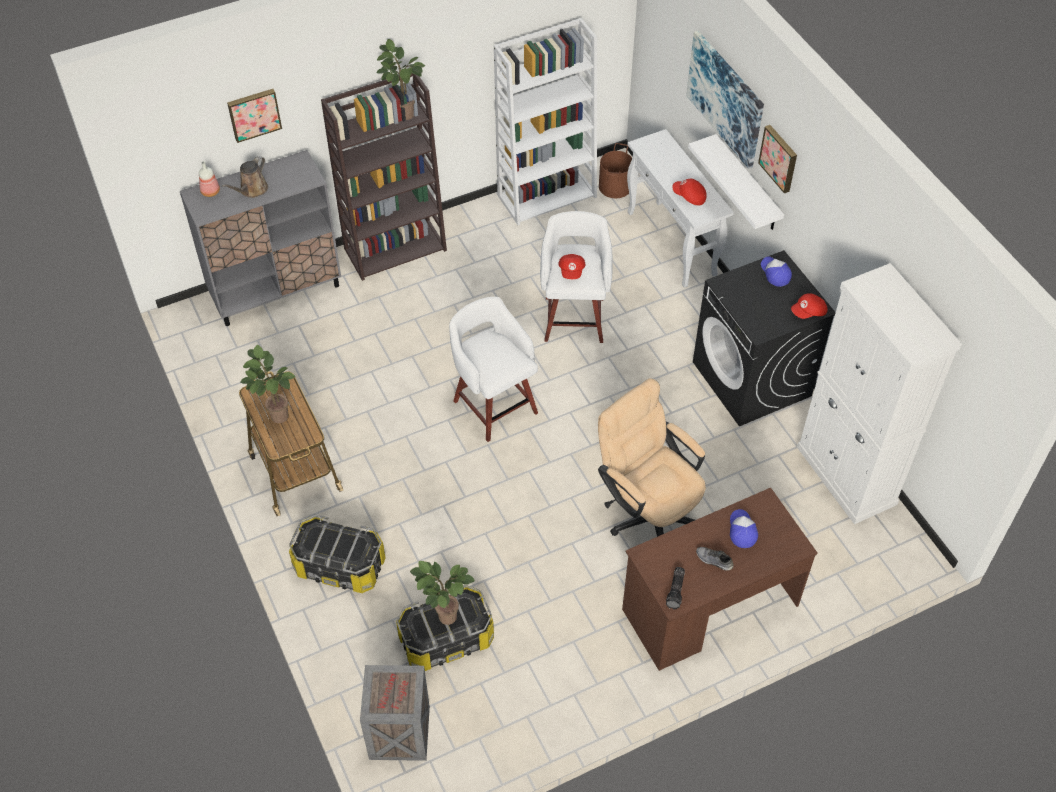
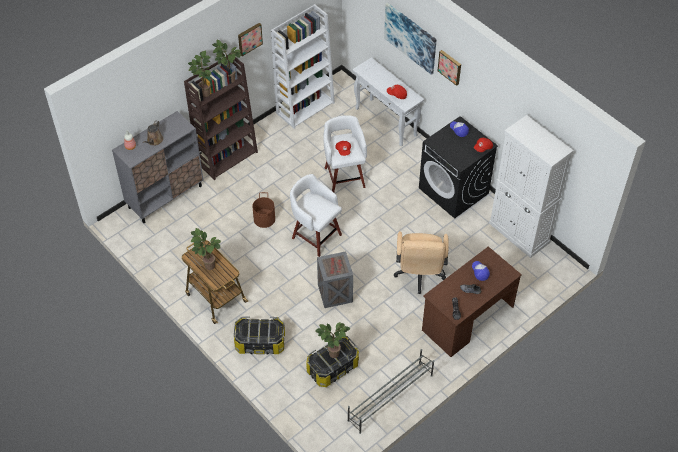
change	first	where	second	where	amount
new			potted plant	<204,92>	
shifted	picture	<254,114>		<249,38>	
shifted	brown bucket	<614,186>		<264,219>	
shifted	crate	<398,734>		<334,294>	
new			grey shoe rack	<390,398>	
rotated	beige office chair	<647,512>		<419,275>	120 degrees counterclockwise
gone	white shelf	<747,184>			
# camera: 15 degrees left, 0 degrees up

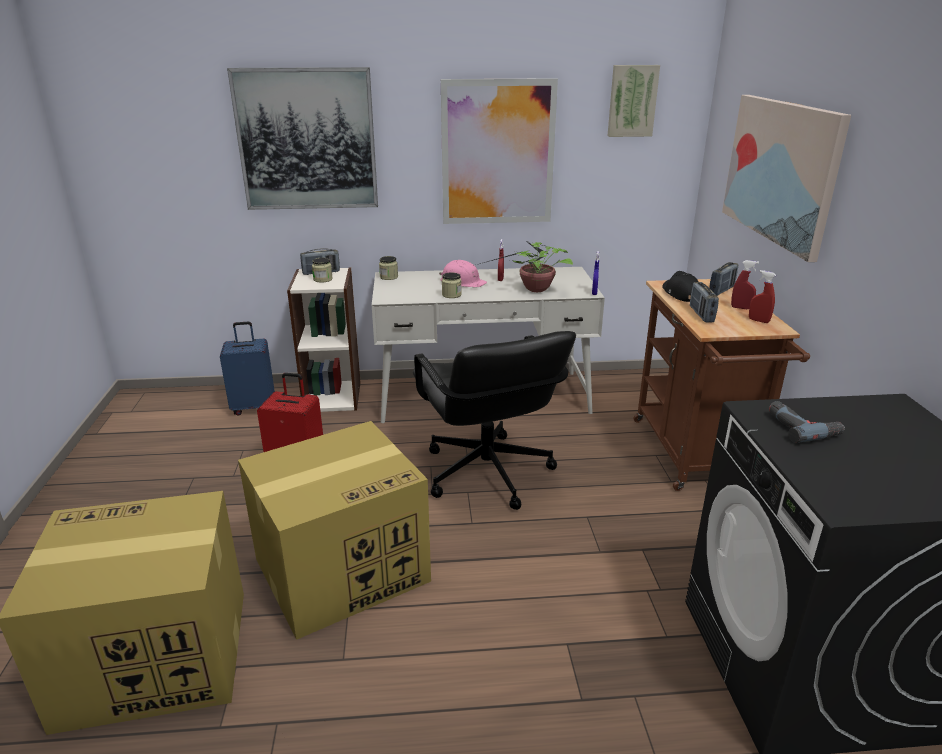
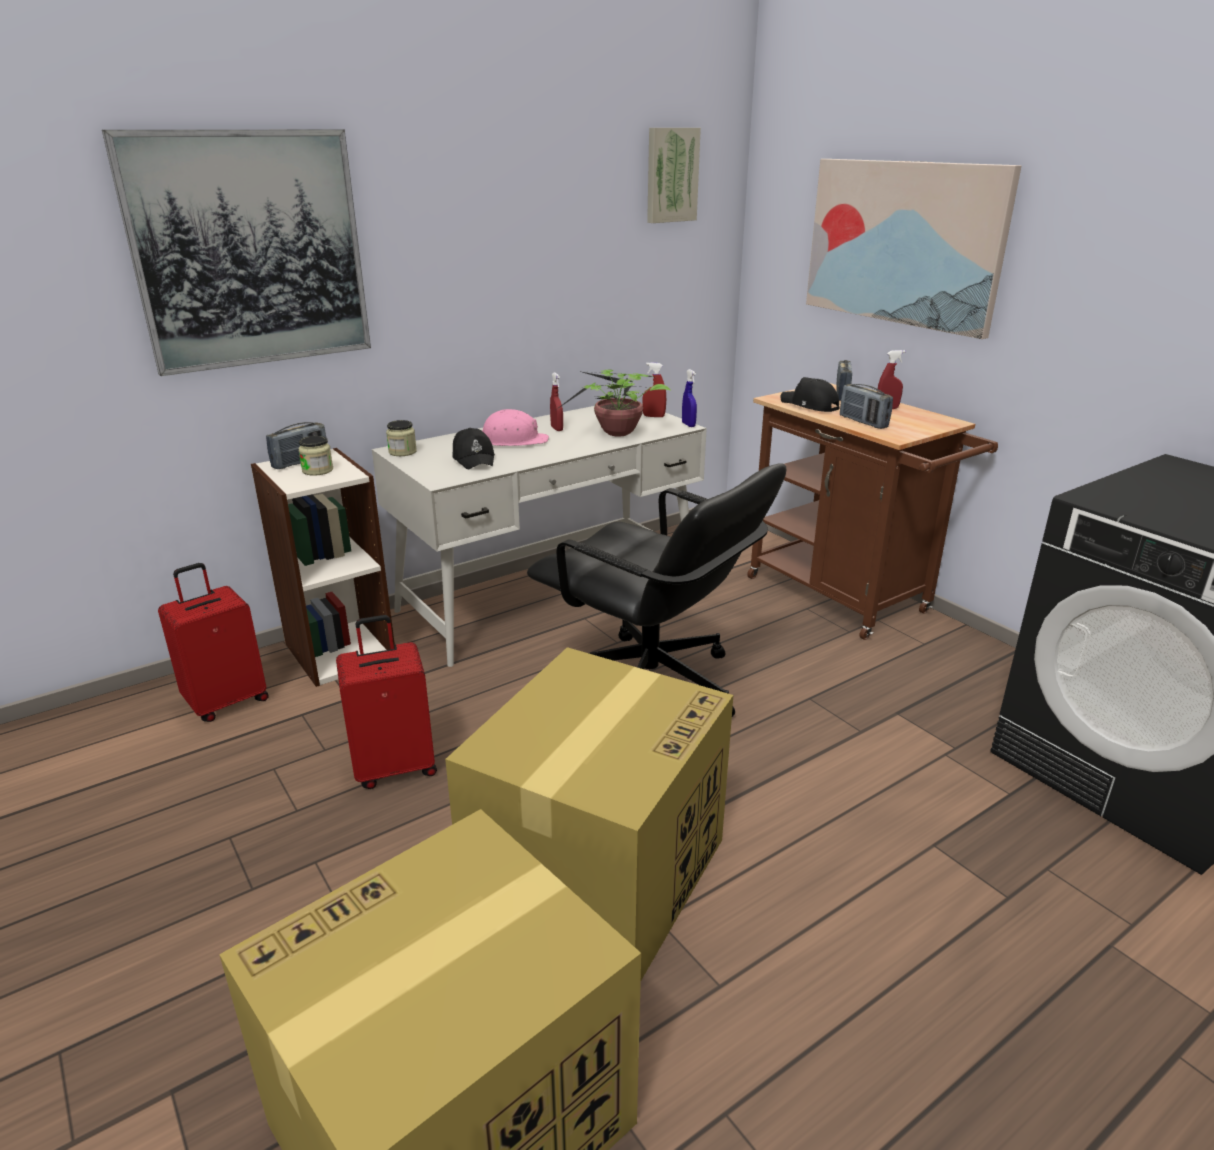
change	first	where	second	where	amount
repainted	blue suitcase	<254,407>	red suitcase	<226,701>	
new			black cap	<474,459>	
shifted	red spray bottle	<758,321>		<653,416>	
gone	picture	<497,153>			
gone	jar	<451,295>			
gone	power drill	<801,427>			
# camera: 30 degrees left, 0 degrees up

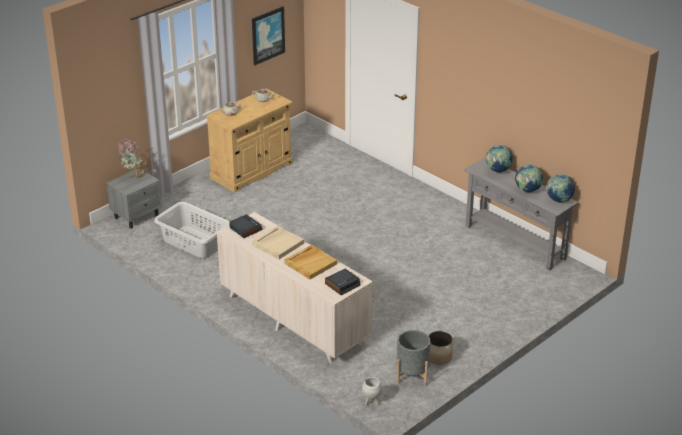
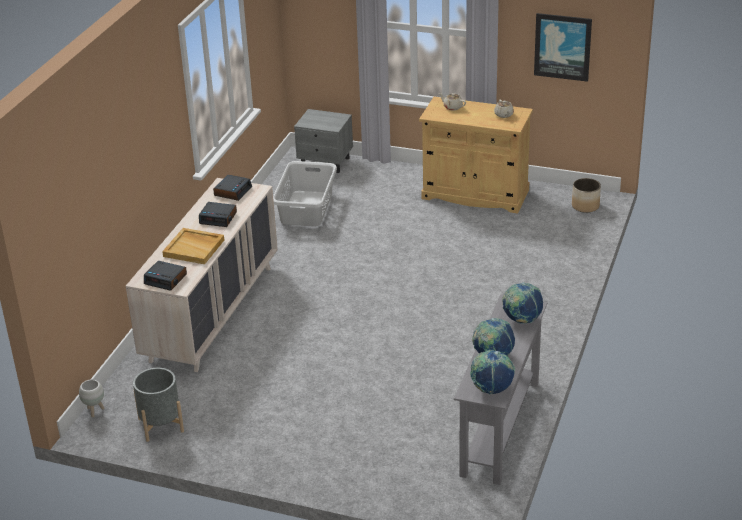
change	first	where	second	where	amount
swapped	beige tray	<278,244>	alarm clock	<218,218>	
shifted	planter	<439,357>		<585,206>	
gone	potted plant	<133,178>			
# camera: 65 degrees right, 0 degrees up

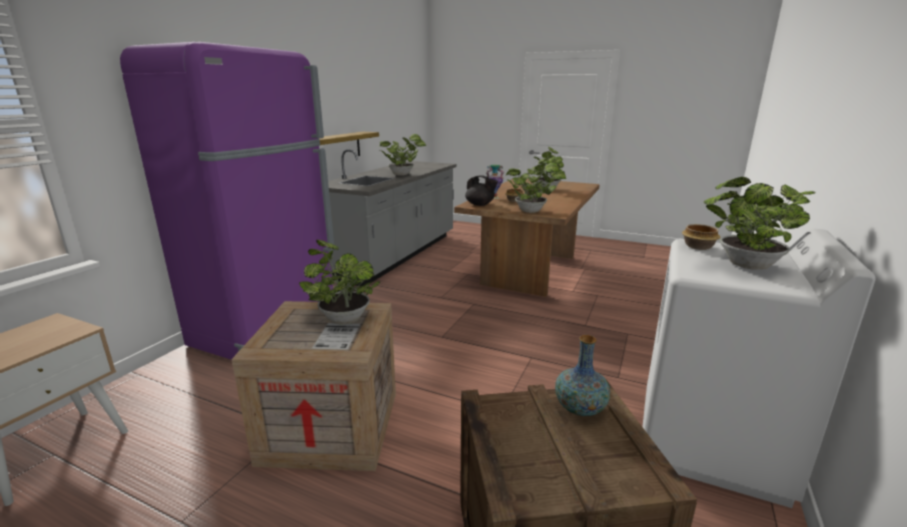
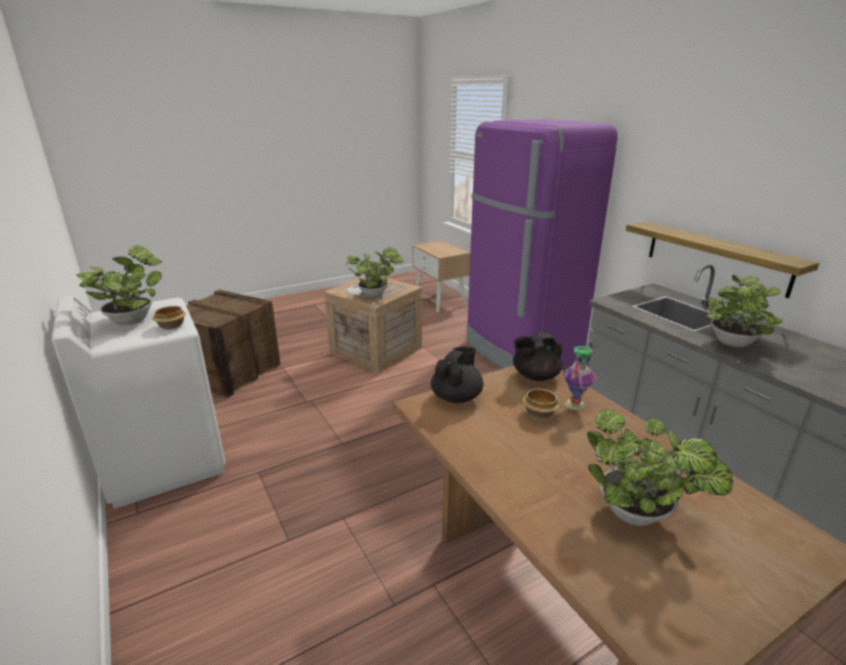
change	first	where	second	where	amount
swapped	potted plant	<532,211>	black teapot	<456,397>	
gone	vase	<580,408>			
# camera: 125 degrees right, 5 degrees up

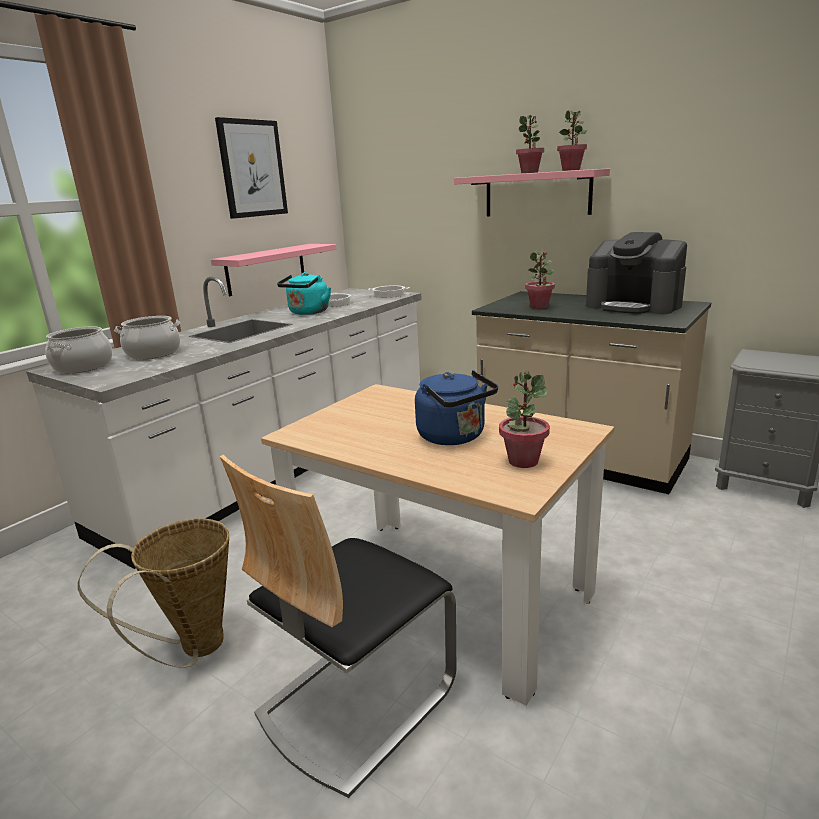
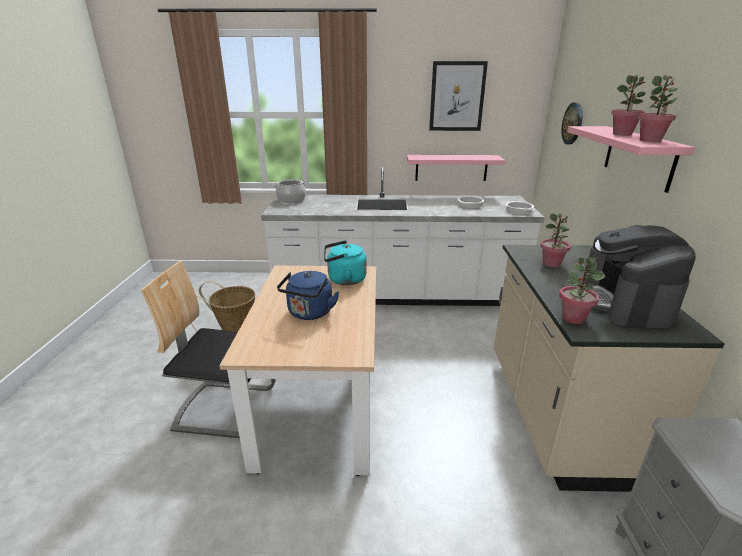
change	first	where	second	where	amount
shifted	turquoise kettle	<308,313>		<344,279>	
shifted	potted plant	<523,461>		<573,318>	
new			wall clock	<573,123>	
gone	cooking pot	<153,353>			
# camera: 55 degrees right, 5 degrees up

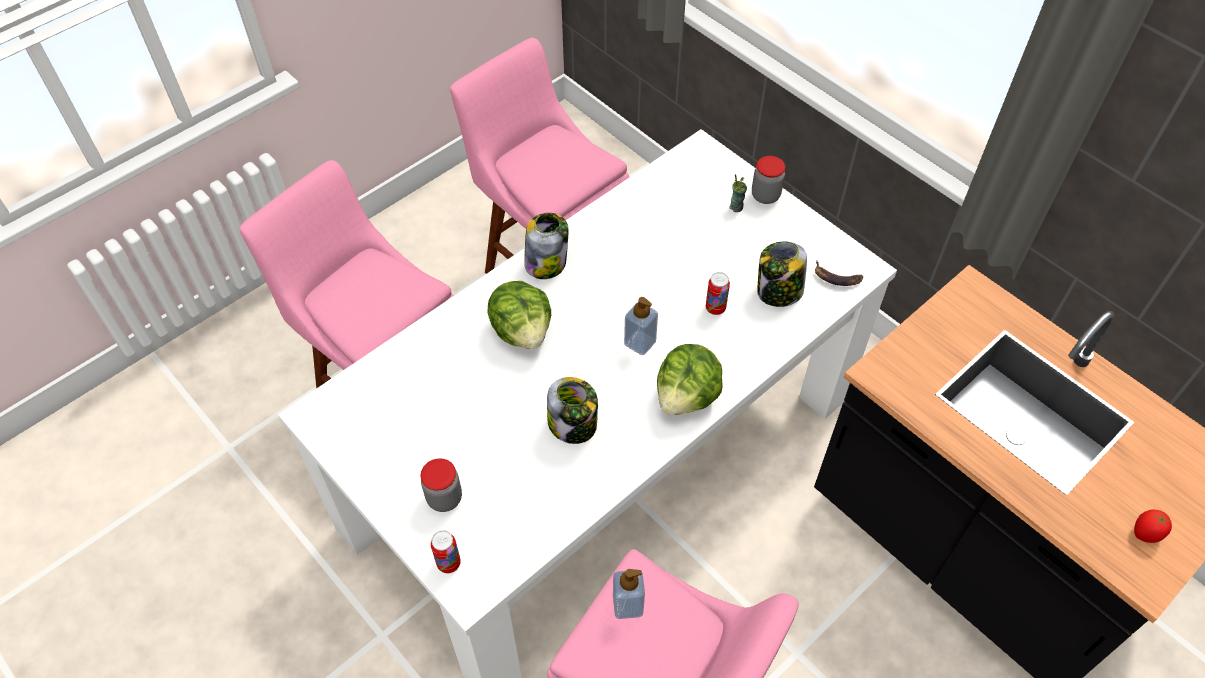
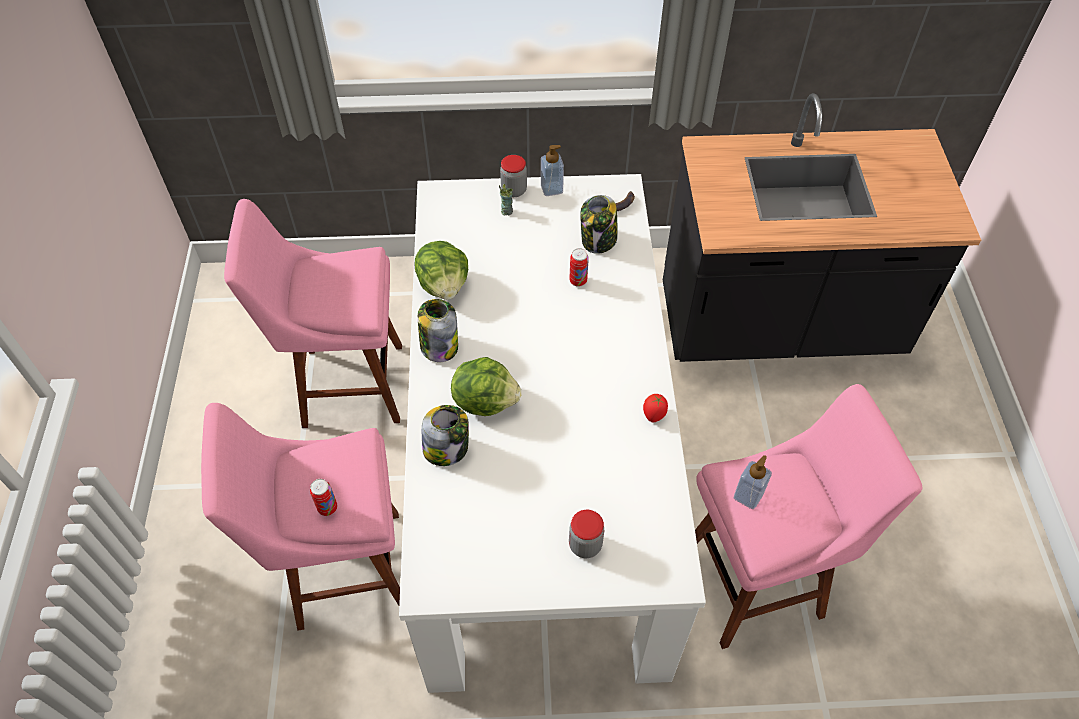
change	first	where	second	where	amount
shifted	can	<448,563>		<327,508>	
shifted	lettuce	<687,396>		<444,285>	
shifted	jar	<573,425>		<447,448>	
shifted	soap dispenser	<640,343>		<551,189>	
shifted	tomato	<1145,534>		<654,415>	
# camera: 50 degrees left, 0 degrees up

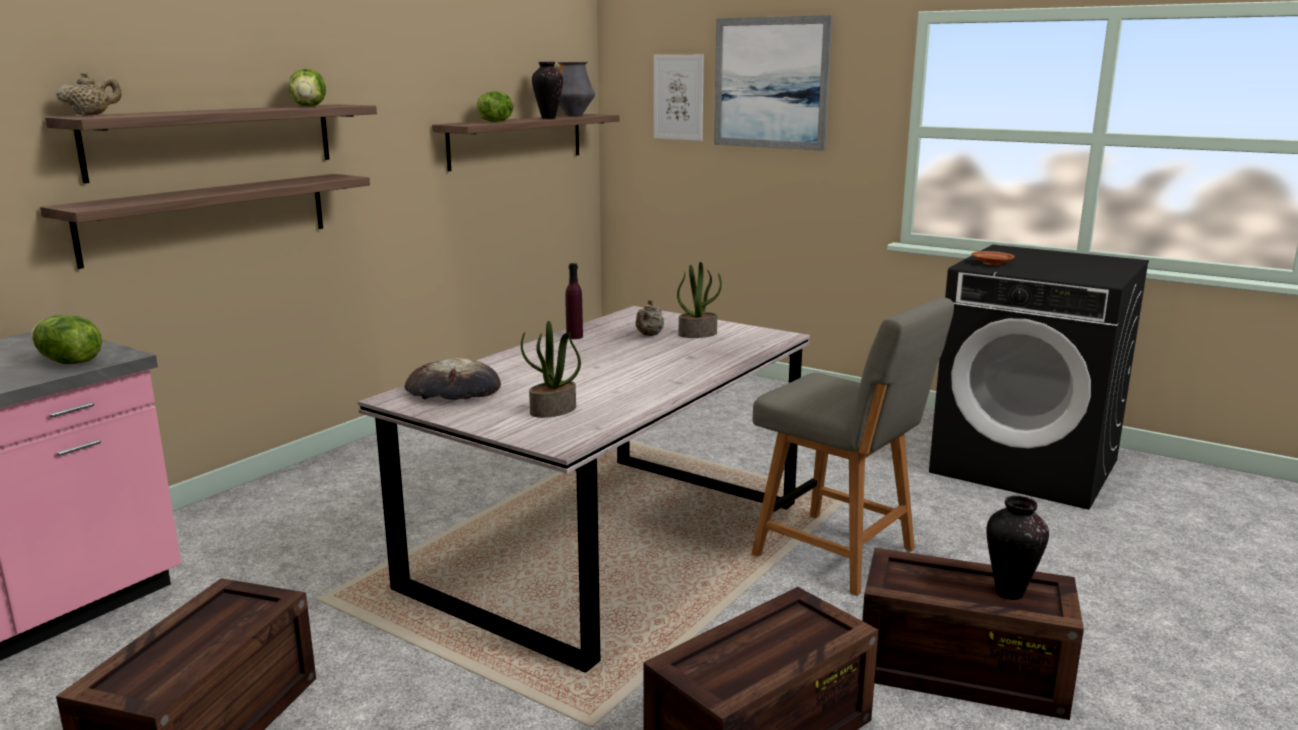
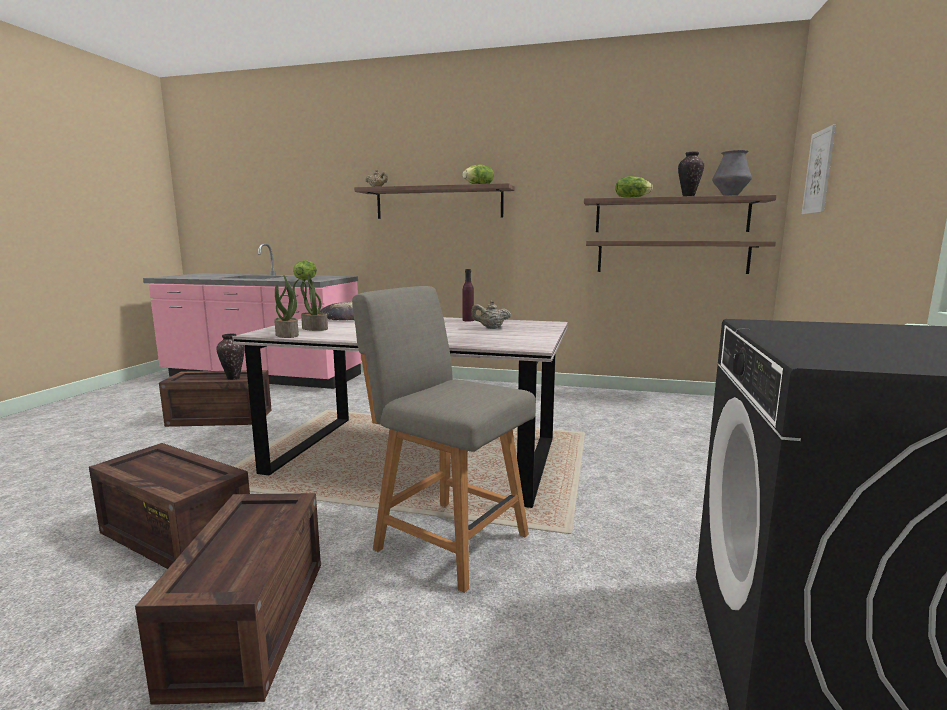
change	first	where	second	where	amount
shifted	vase	<1008,592>		<234,378>	
shifted	potted plant	<698,334>		<287,335>	
rotated	grey chair	<839,554>		<447,540>	105 degrees clockwise
shifted	shelf	<209,217>		<672,256>	
gone	picture	<770,83>			
gone	brown plate	<991,263>			
# camera: 70 degrees right, 5 degrees down

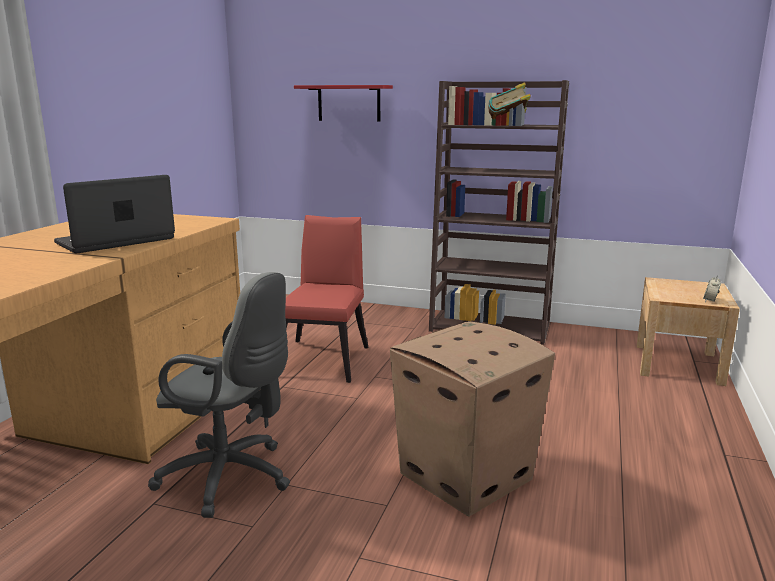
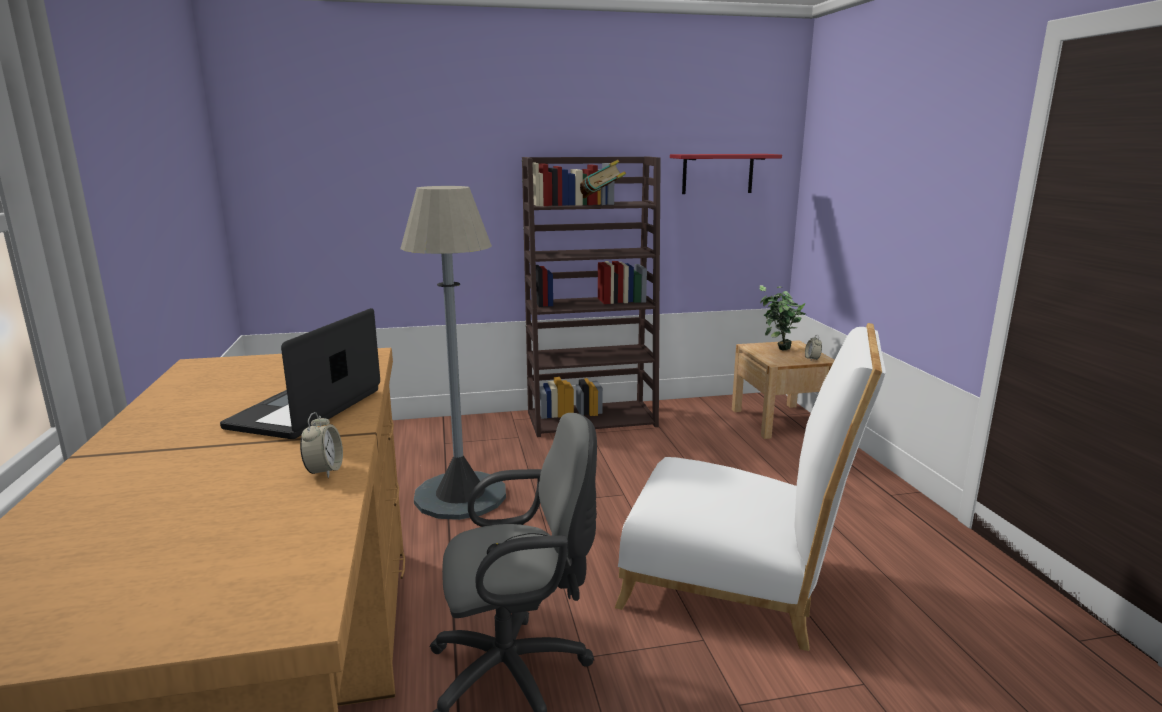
change	first	where	second	where	amount
new			alarm clock	<324,471>	
swapped	red chair	<325,358>	grey floor lamp	<460,495>	
swapped	cardboard box	<464,477>	white chair	<736,584>	
shifted	red shelf	<349,103>		<717,173>	
new			potted plant	<777,350>	
# camera: 30 degrees left, 0 degrees up

